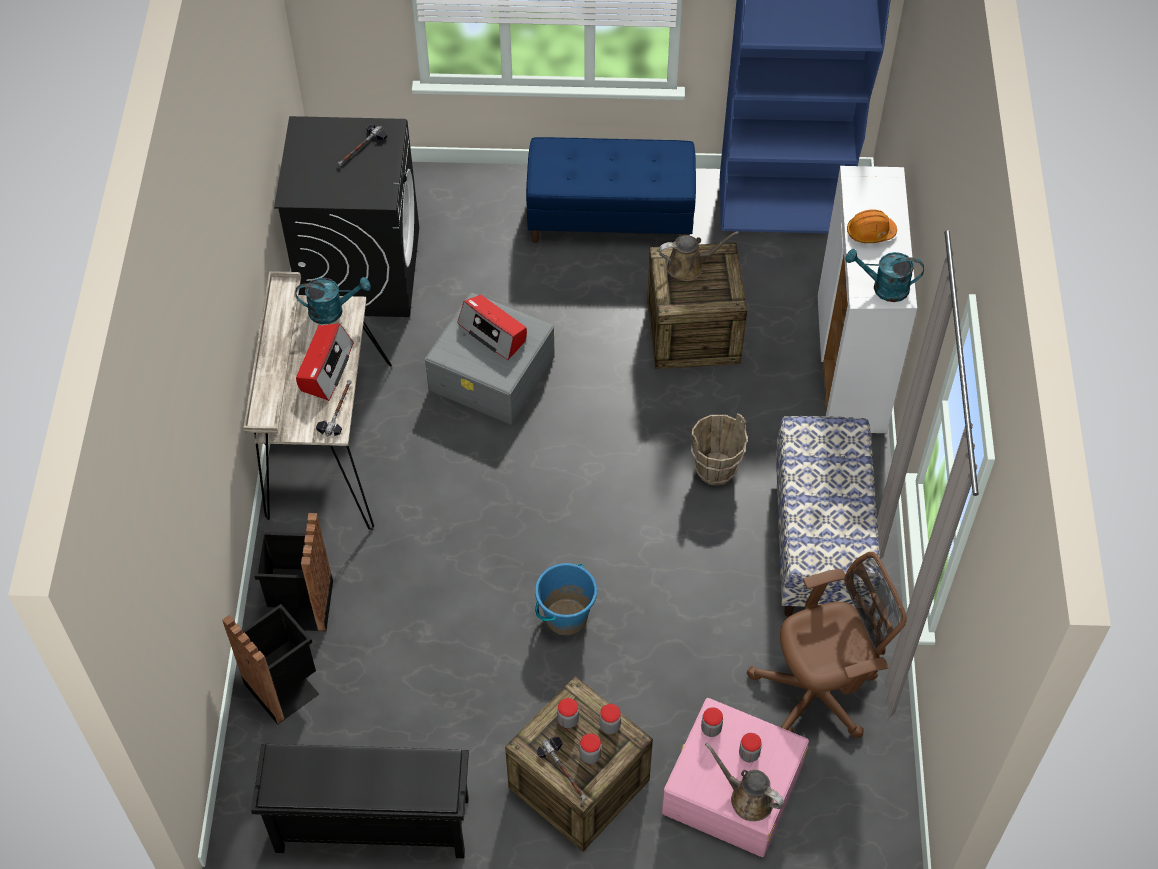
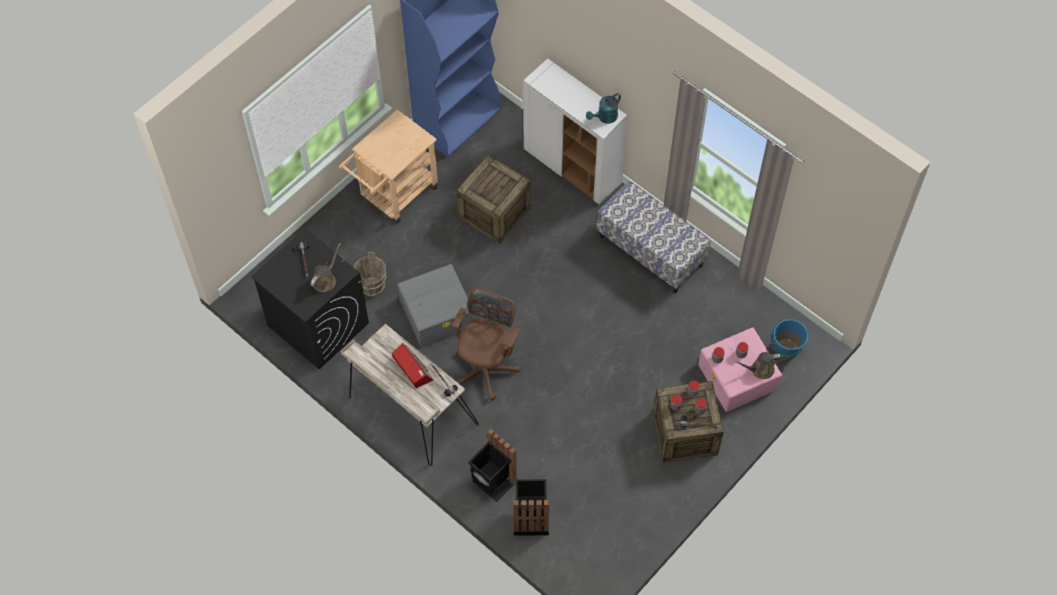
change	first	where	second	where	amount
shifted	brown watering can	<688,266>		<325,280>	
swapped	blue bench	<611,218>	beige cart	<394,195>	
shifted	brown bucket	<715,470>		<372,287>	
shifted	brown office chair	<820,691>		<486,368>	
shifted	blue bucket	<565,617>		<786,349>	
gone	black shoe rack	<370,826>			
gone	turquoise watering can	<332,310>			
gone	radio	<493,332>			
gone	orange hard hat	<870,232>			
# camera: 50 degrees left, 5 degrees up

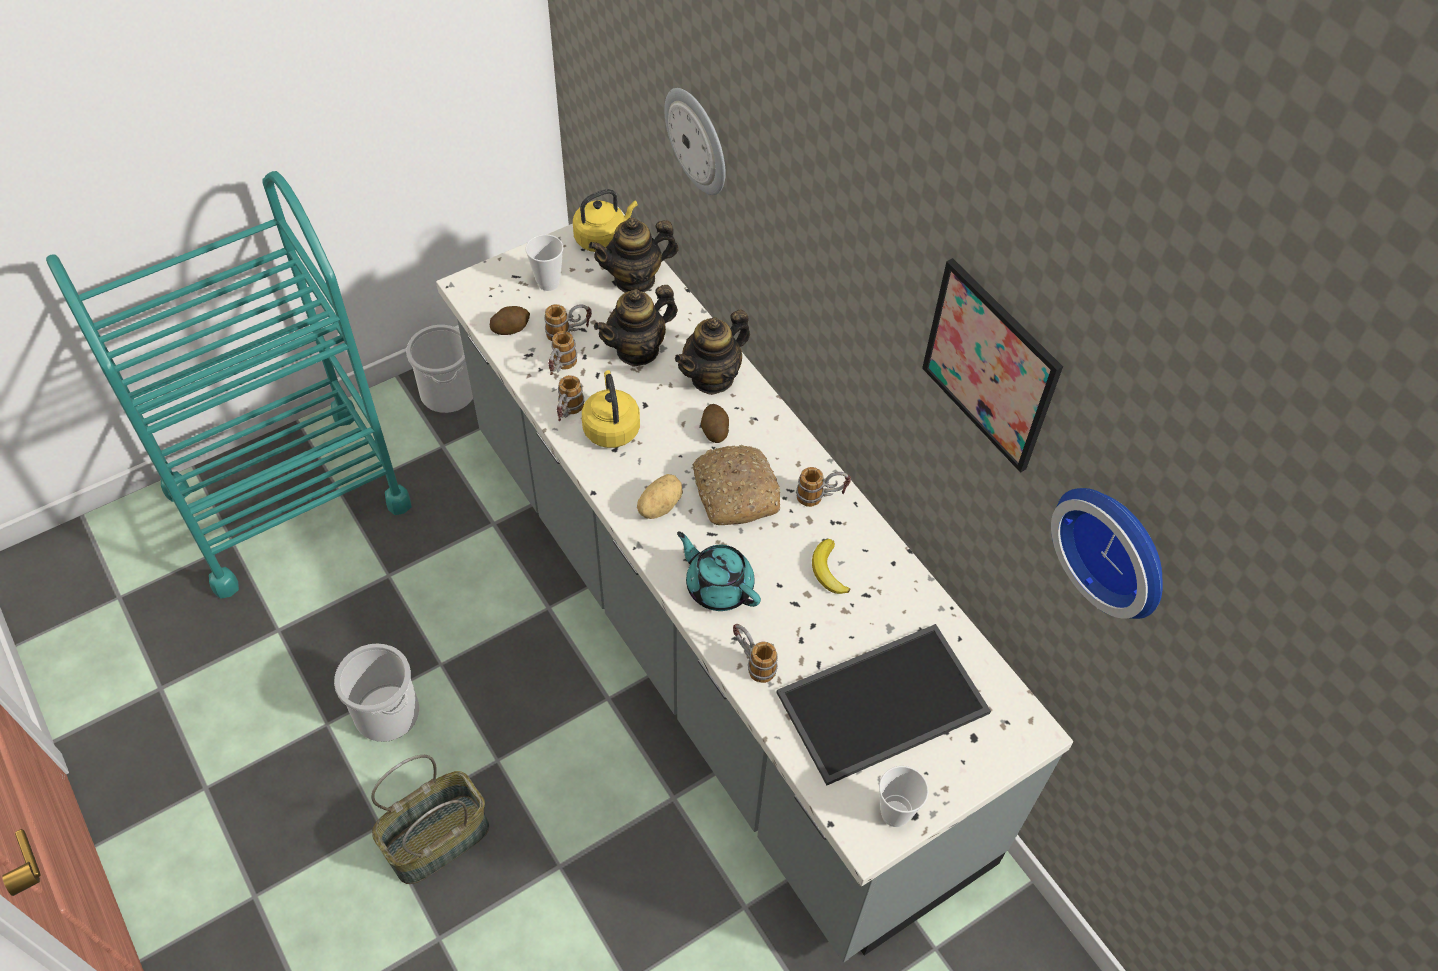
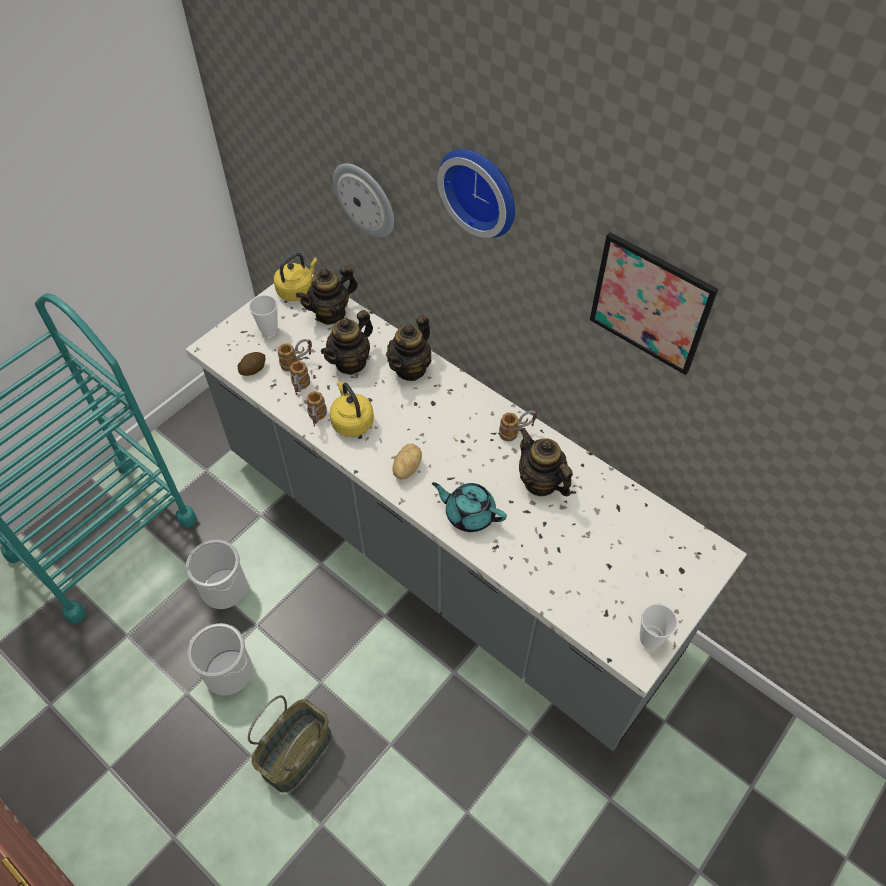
change	first	where	second	where	amount
shifted	bucket	<448,393>		<225,589>	
shifted	wall clock	<1116,547>		<482,189>	
swapped	banana	<828,570>	teapot	<540,482>	
gone	bread	<734,492>			
gone	potato	<714,430>			
gone	mug	<752,662>			
gone	tray	<882,706>			
# camera: 15 degrees left, 0 degrees up

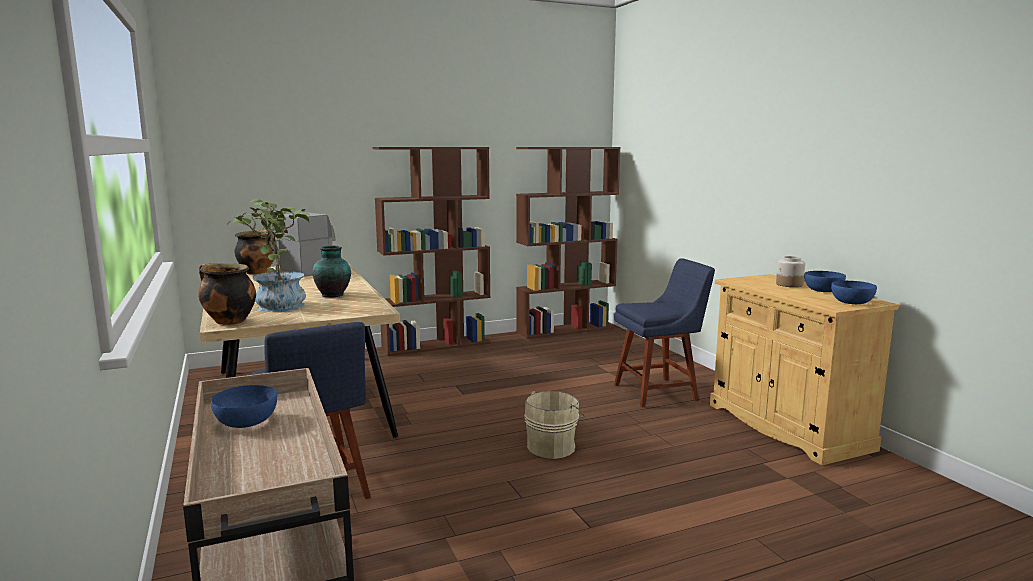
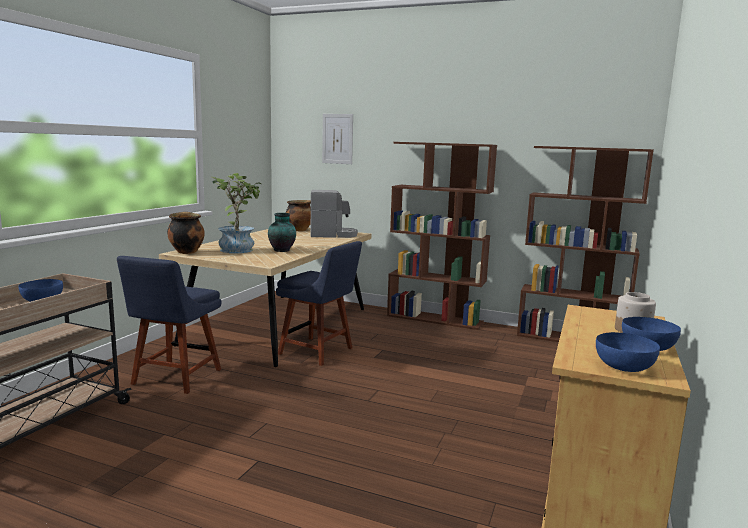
change	first	where	second	where	amount
shifted	blue chair	<659,392>		<319,352>	
new			picture	<337,139>	
gone	beige bucket	<553,447>			
# camera: 45 degrees right, 0 degrees up

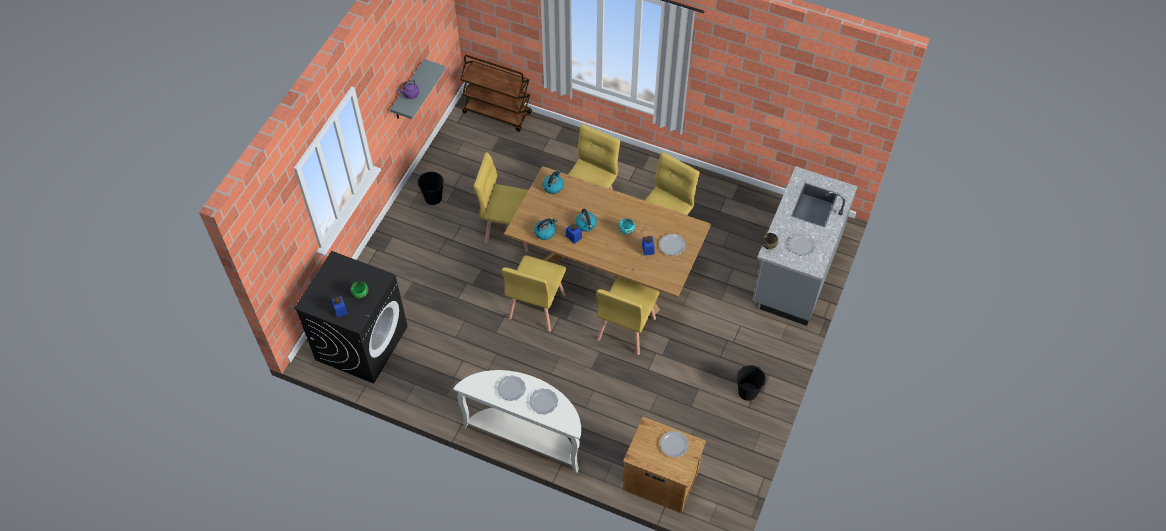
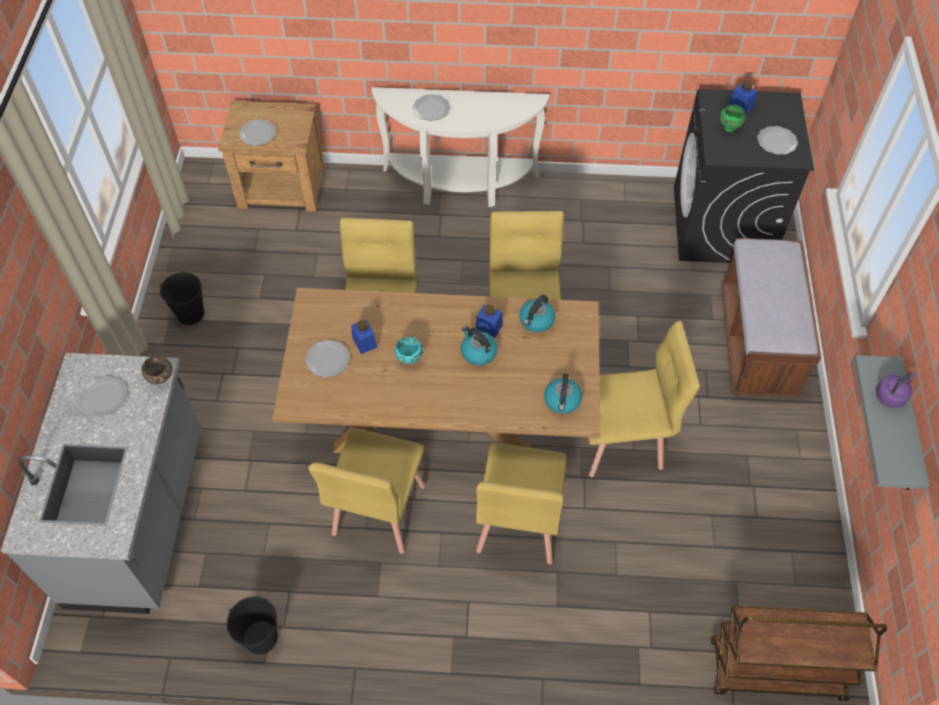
change	first	where	second	where	amount
shifted	black bucket	<433,197>		<260,638>	
new			brown bench	<757,342>	
shifted	plate	<511,389>		<776,142>	
# camera: 160 degrees right, 0 degrees up

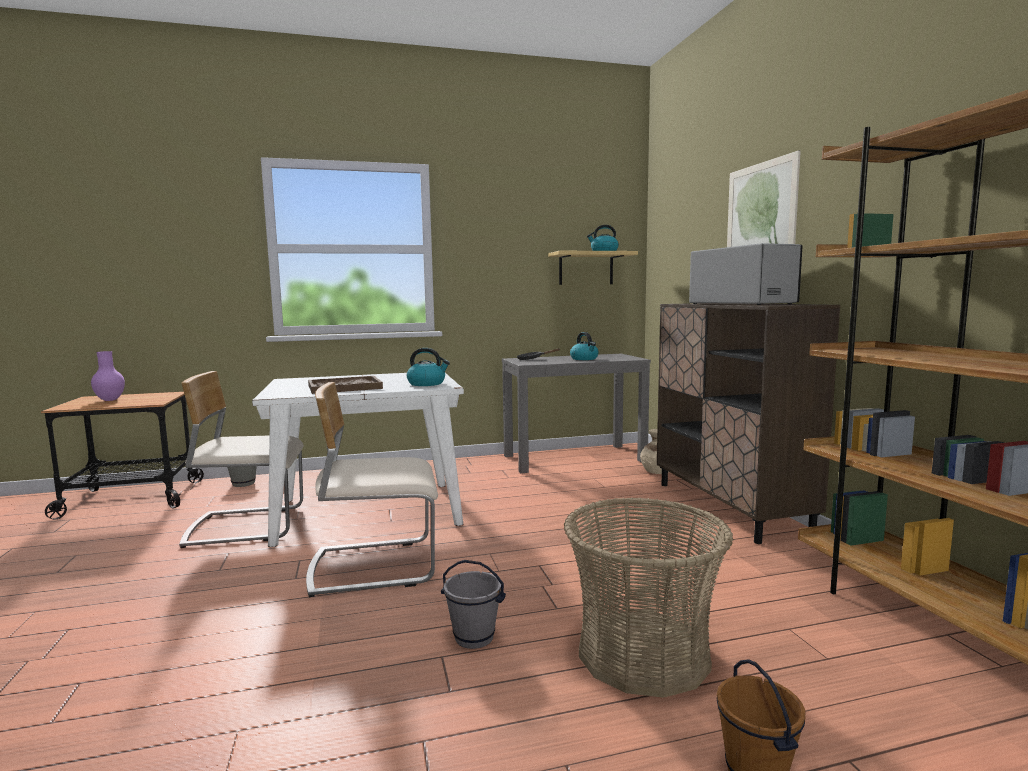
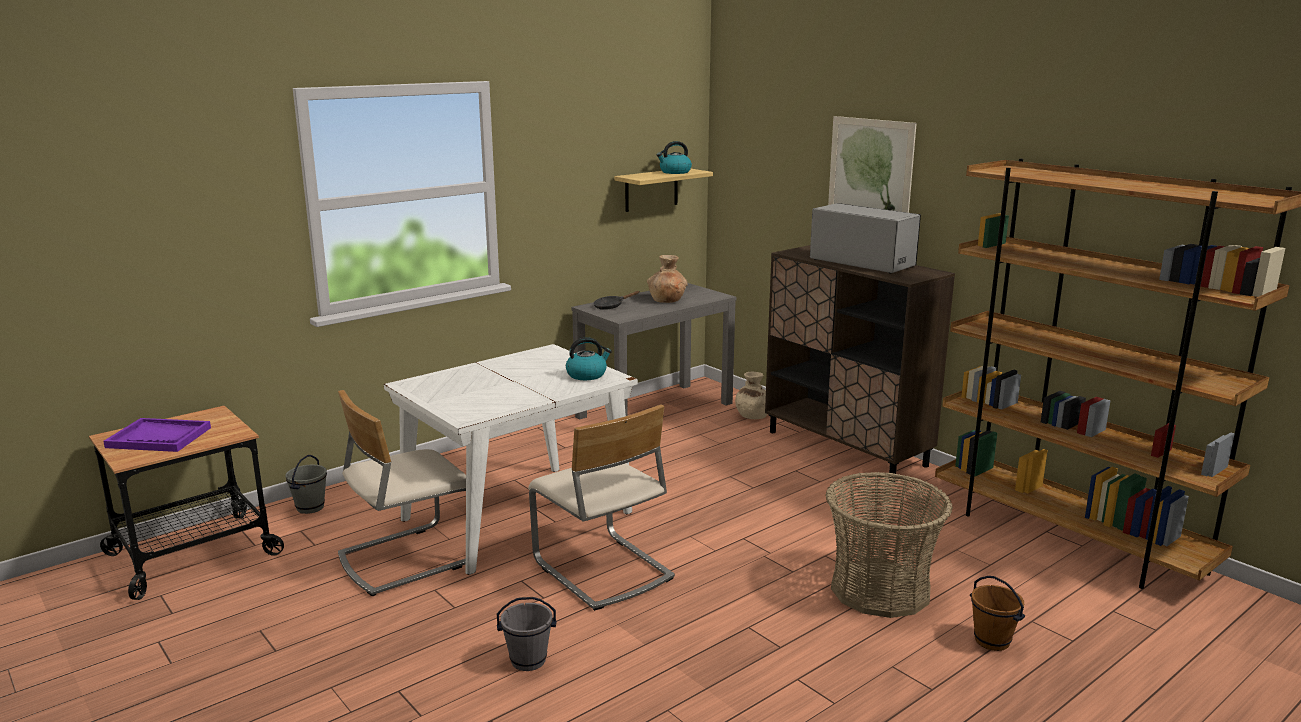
change	first	where	second	where	amount
swapped	purple vase	<110,400>	purple tray	<159,437>	
shifted	grey bucket	<473,638>		<528,661>	
rotated	beige chair	<374,566>		<601,570>	90 degrees counterclockwise
swapped	kettle	<584,359>	brown vase	<667,301>	
gone	brown tray	<344,387>			
# camera: 25 degrees left, 10 degrees up

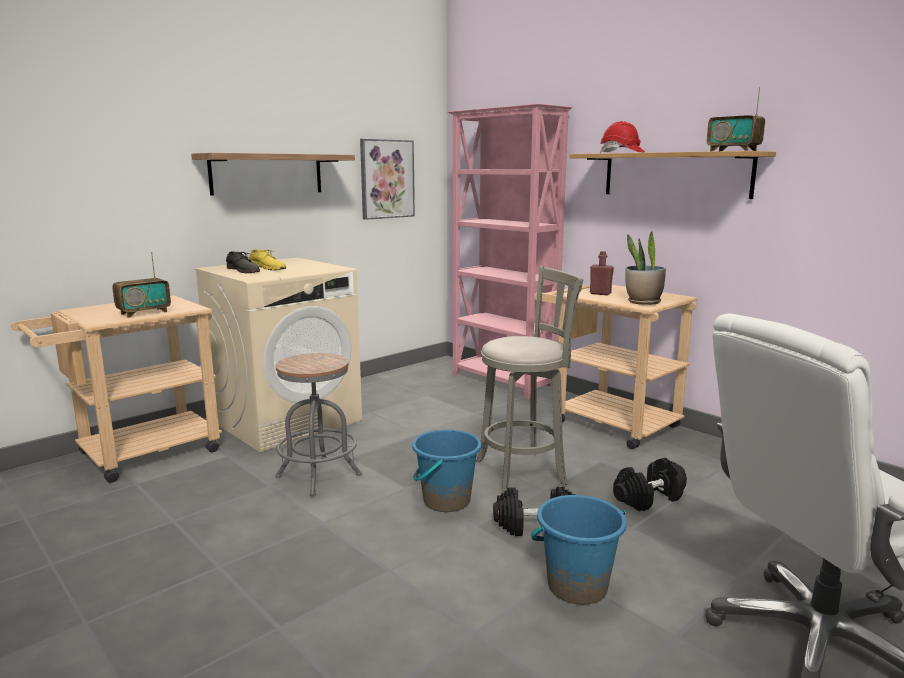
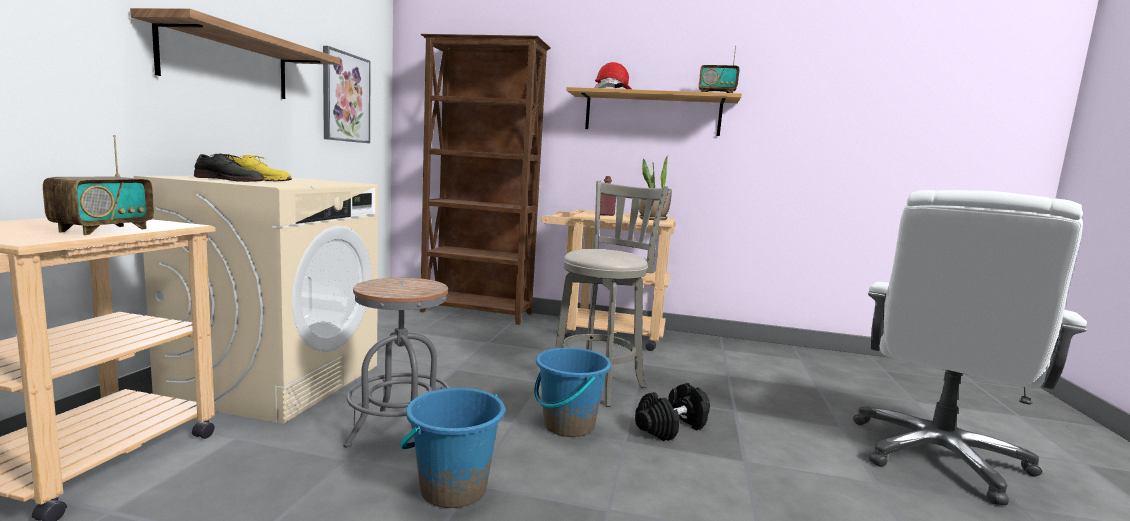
change	first	where	second	where	amount
shifted	blue bucket	<577,586>		<453,489>	
repainted	pink bookcase	<502,382>	brown bookcase	<477,313>	
gone	black dumbbell	<648,498>			
# camera: 35 degrees left, 5 degrees down

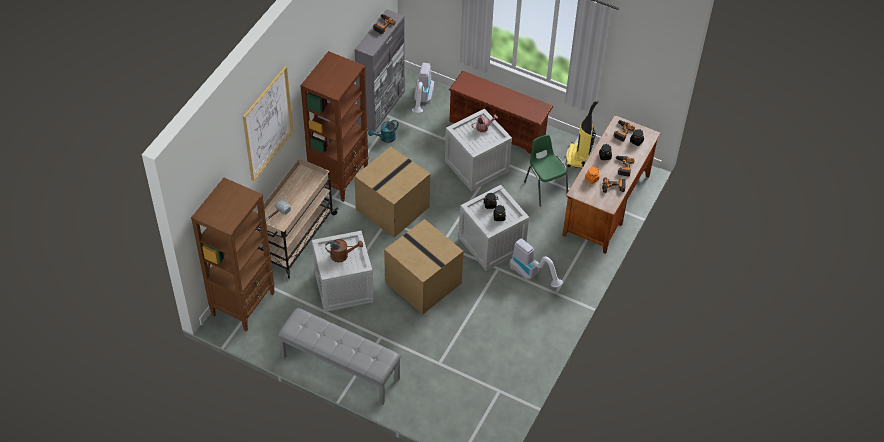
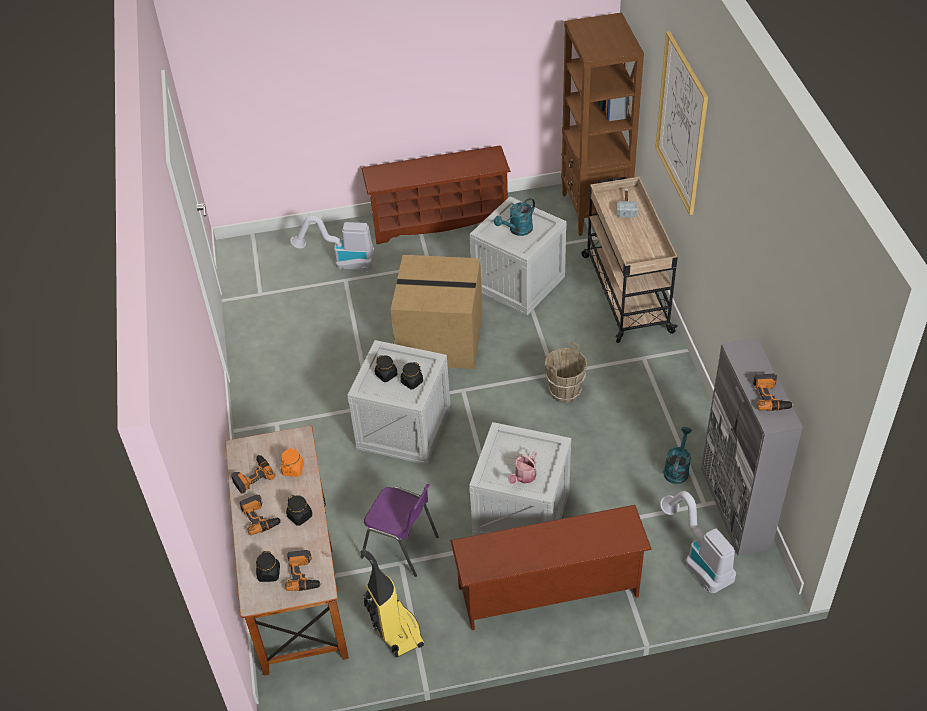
change	first	where	second	where	amount
shifted	vacuum cleaner	<532,275>		<341,262>	
repainted	green chair	<545,188>	purple chair	<402,547>	
swapped	grey bench	<339,368>	brown shoe rack	<439,220>	
repainted	brown watering can	<342,255>	turquoise watering can	<517,230>	
swapped	cardboard box	<392,207>	brown bucket	<565,392>	
gone	brown bookcase	<339,178>			
# camera: 145 degrees right, 5 degrees down

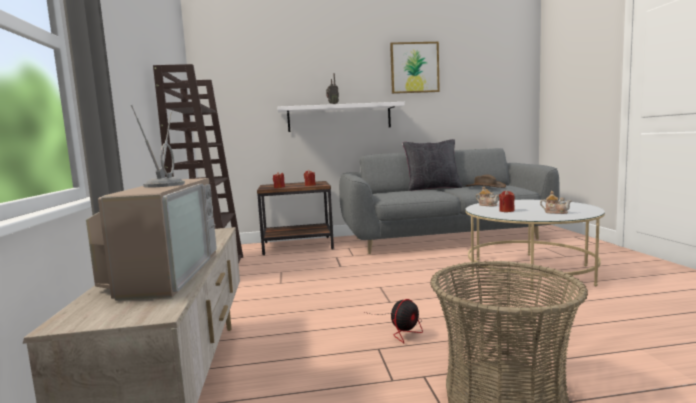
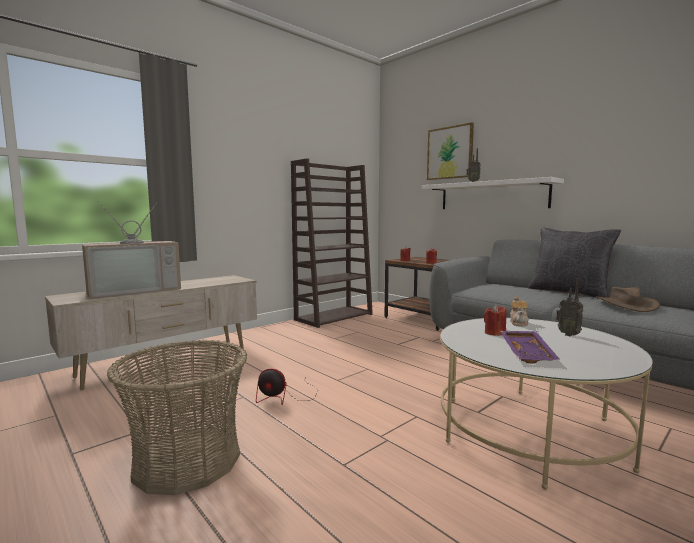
change	first	where	second	where	amount
shifted	picture	<414,68>		<450,153>	
swapped	teapot	<555,212>	purple tray	<528,353>	
new			radio	<569,334>	
# camera: 55 degrees right, 0 degrees up

